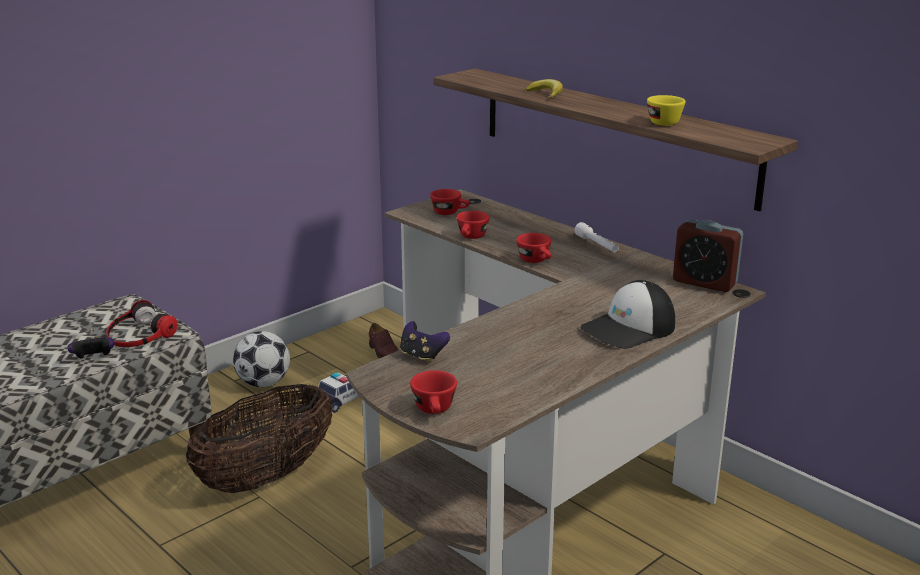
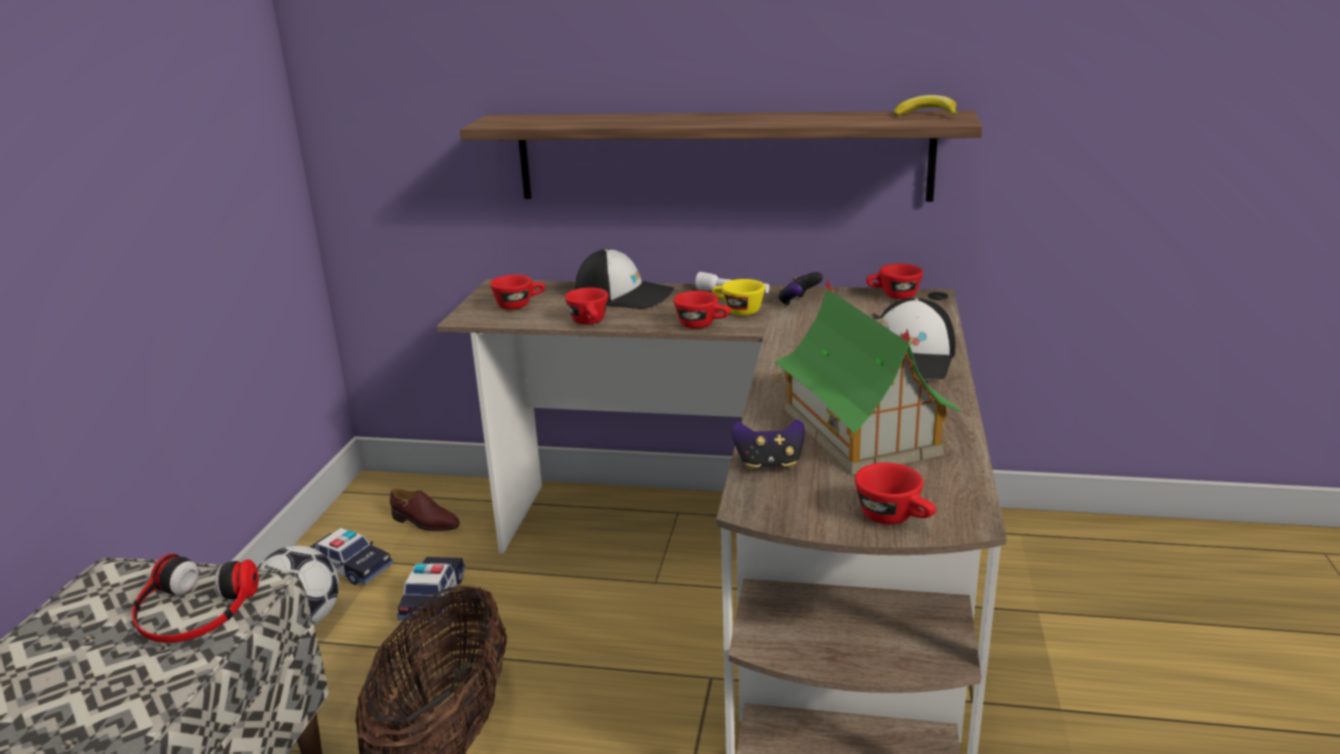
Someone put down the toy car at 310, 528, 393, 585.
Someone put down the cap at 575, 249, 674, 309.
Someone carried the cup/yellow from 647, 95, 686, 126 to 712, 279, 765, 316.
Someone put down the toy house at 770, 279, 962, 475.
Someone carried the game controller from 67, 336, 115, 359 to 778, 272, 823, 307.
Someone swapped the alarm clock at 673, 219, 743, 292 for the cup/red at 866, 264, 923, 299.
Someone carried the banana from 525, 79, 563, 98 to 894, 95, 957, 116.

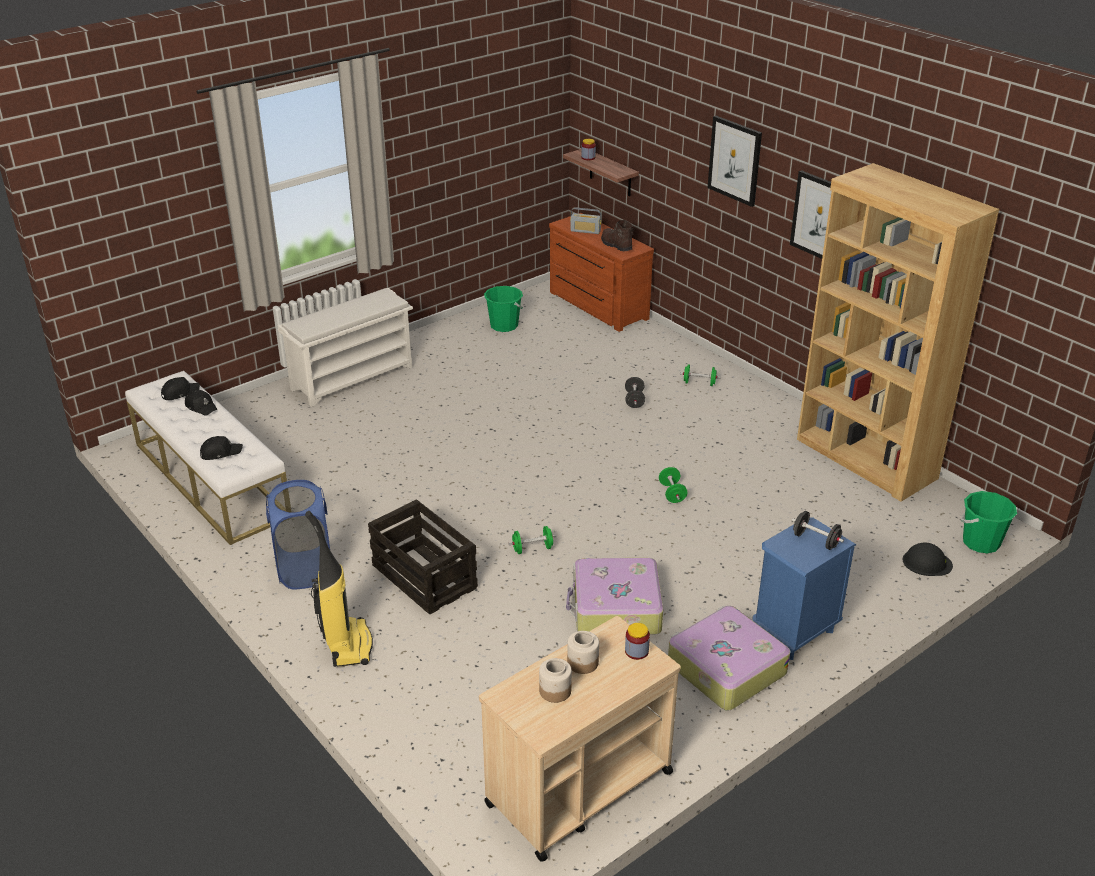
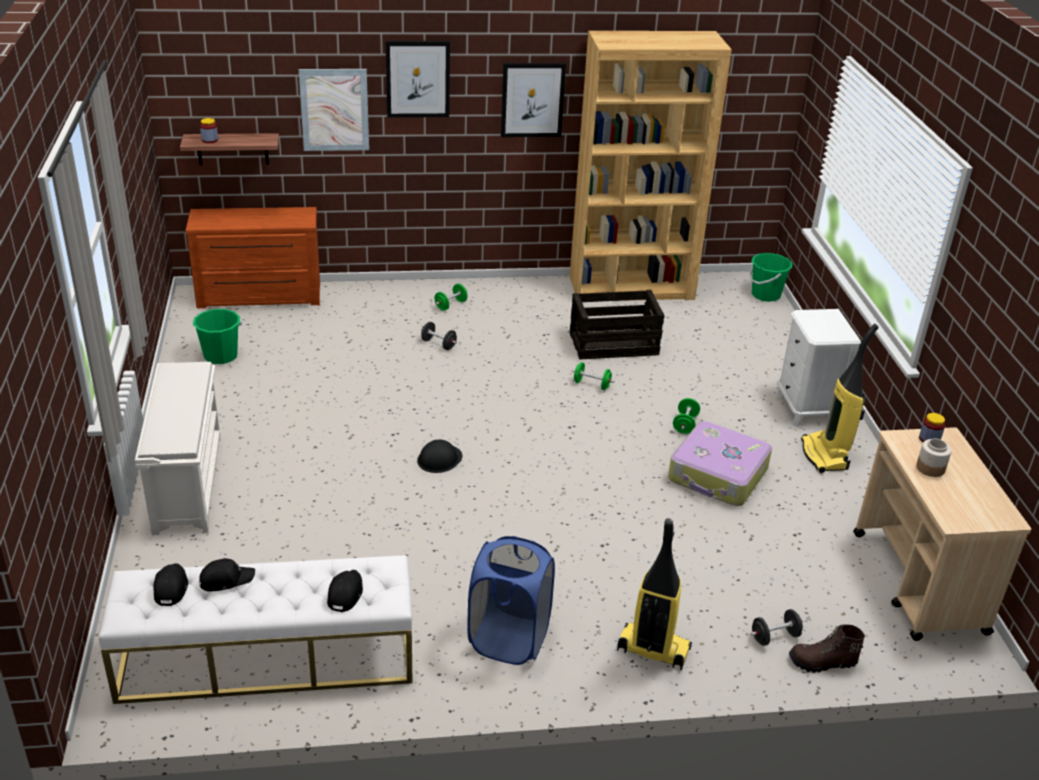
Someone put up the picture at 299, 69, 369, 151.
Someone carried the hard hat/black from 903, 543, 953, 576 to 417, 439, 462, 473.
Someone carried the crate from 368, 499, 478, 614 to 570, 290, 665, 360.
Someone carried the dumbbell/green from 508, 526, 557, 554 to 673, 398, 700, 434.
Someone carried the dumbbell/black from 792, 511, 844, 550 to 751, 609, 803, 646.
Someone repainted the nightstand/blue at 753, 517, 856, 660, which became the nightstand/white at 777, 309, 861, 427.
Someone carried the boot/brown from 601, 220, 634, 252 to 789, 624, 865, 673.
Someone swapped the suitcase at 668, 606, 791, 710 for the vacuum cleaner at 801, 324, 879, 473.
Someone took away the jar at 539, 658, 572, 703.
Someone took away the radio at 570, 207, 602, 234.

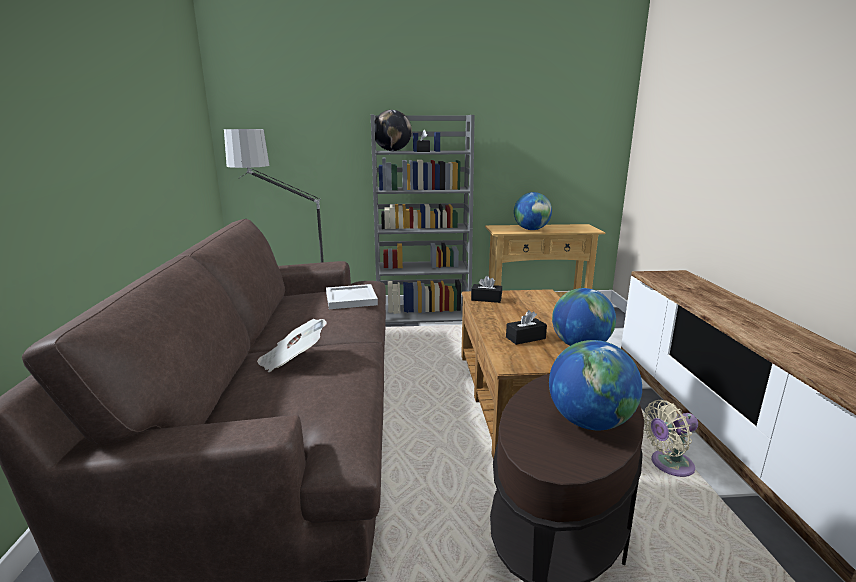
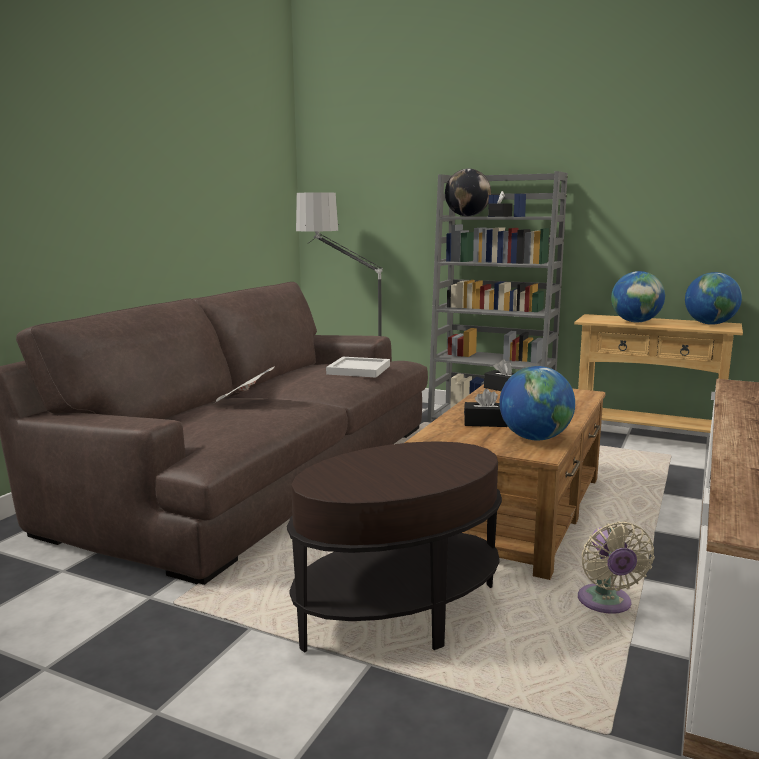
Someone rotated the fan/beige at 643, 400, 698, 477 by 105 degrees counterclockwise.
Someone carried the globe from 549, 340, 642, 430 to 685, 272, 742, 325.

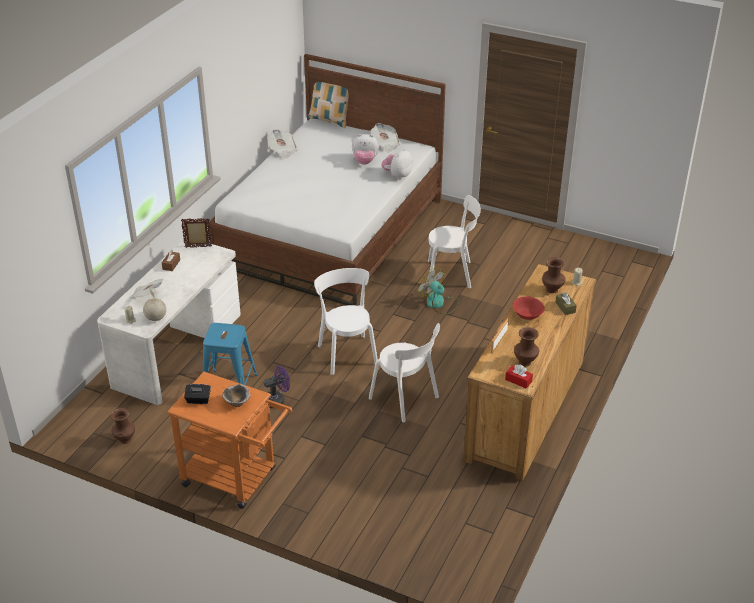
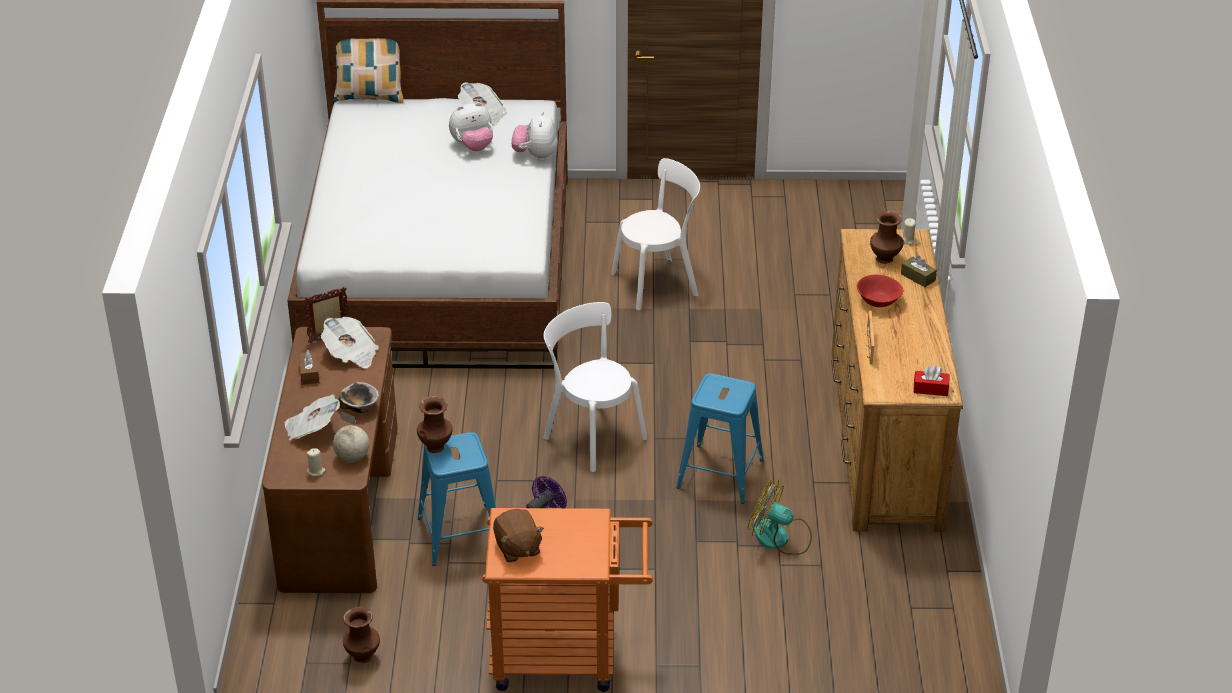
Someone repainted the desk/white at 97, 239, 241, 405, which became the desk/brown at 262, 327, 398, 593.
Someone carried the newspaper from 267, 129, 298, 159 to 321, 317, 379, 369.
Someone carried the bowl from 222, 384, 250, 407 to 338, 382, 379, 413.
Someone carried the vase/brown from 514, 327, 539, 366 to 417, 396, 453, 453.
Someone swapped the tissue box/black at 184, 384, 211, 404 for the plush toy/brown at 493, 509, 544, 562.
Someone swapped the chair/white at 369, 323, 440, 423 for the stool/blue at 676, 373, 764, 504.
Someone carried the fan from 417, 267, 459, 314 to 748, 479, 812, 555.

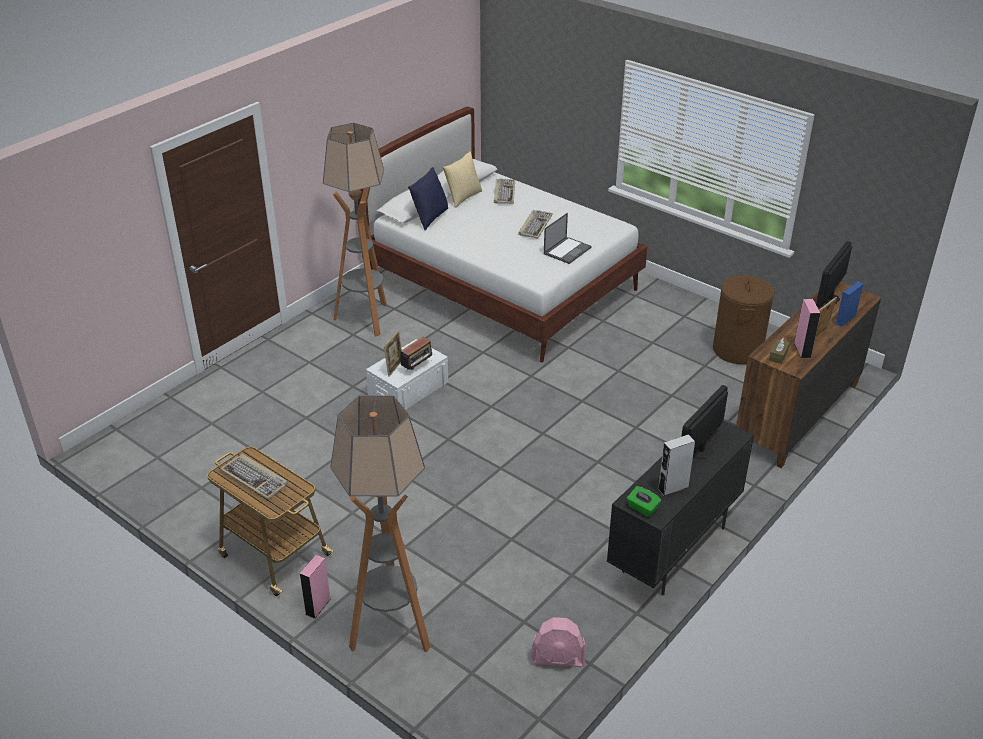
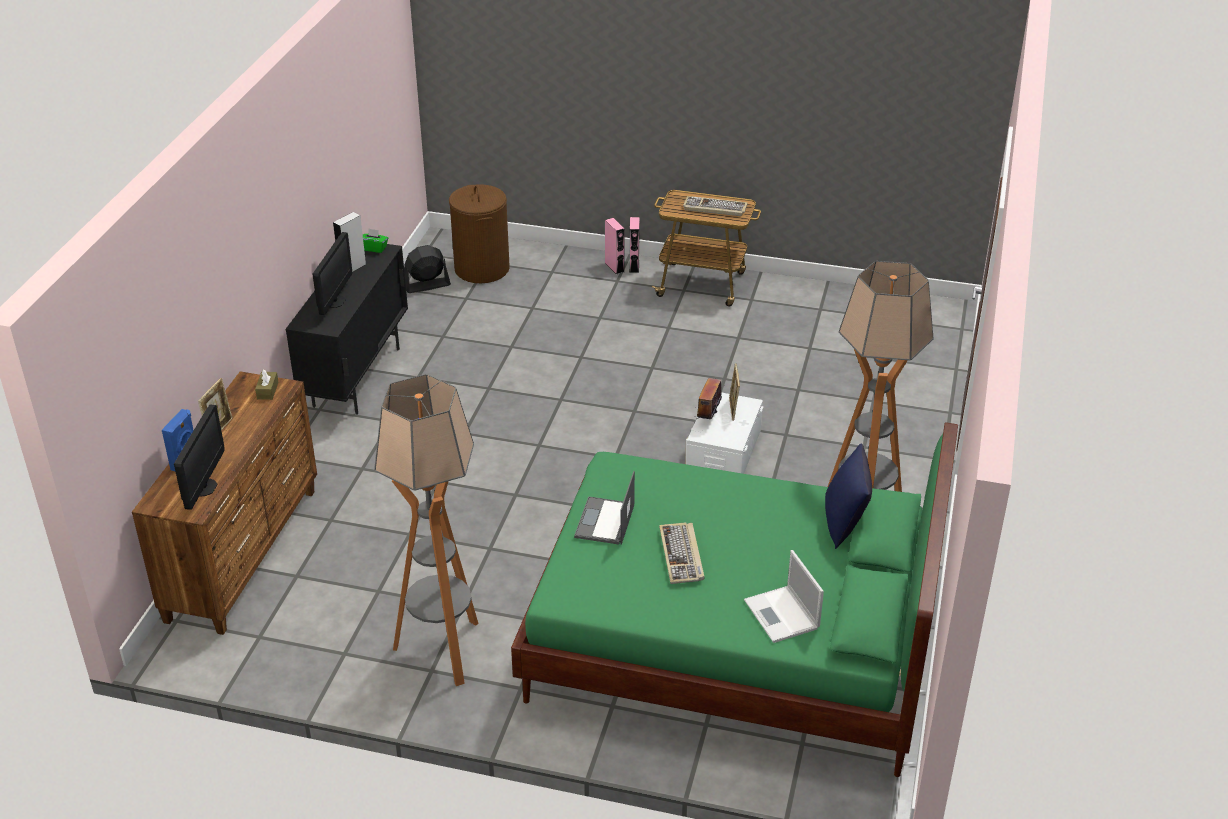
Someone carried the floor lamp from 330, 395, 431, 652 to 374, 374, 478, 686.
Someone repainted the fan/pink at 531, 617, 586, 667, which became the fan/black at 404, 245, 451, 293.
Someone carried the laundry basket/brown from 713, 274, 775, 364 to 449, 184, 510, 283.
Someone repainted the bed/white at 358, 106, 648, 362, which became the bed/green at 511, 422, 958, 777.
Someone carried the speaker/pink from 794, 299, 821, 358 to 605, 218, 625, 274.
Someone swapped the keyboard at 494, 179, 515, 204 for the laptop at 744, 550, 824, 643.
Someone took away the pillow at 443, 151, 482, 208.

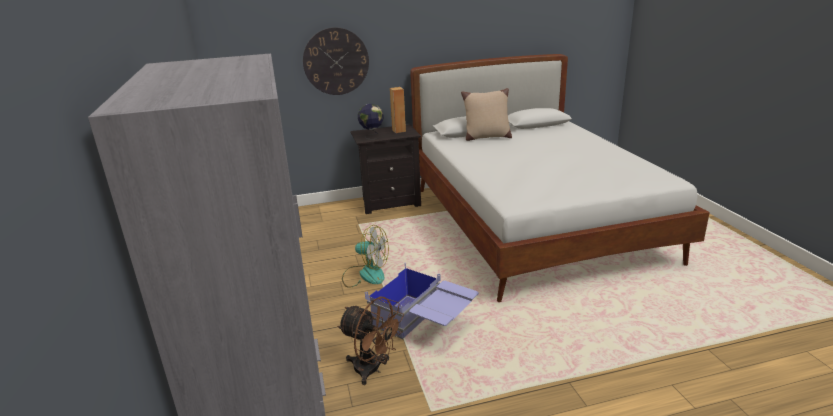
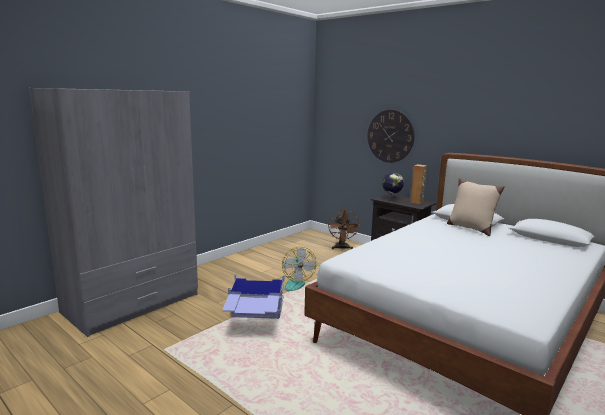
Someone carried the fan/brown from 337, 297, 404, 385 to 328, 210, 360, 250.

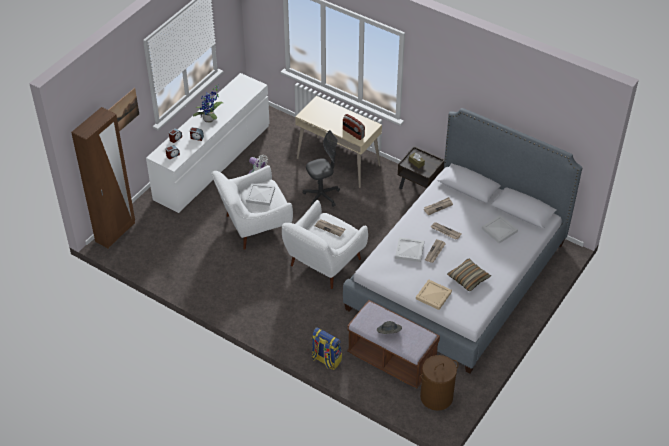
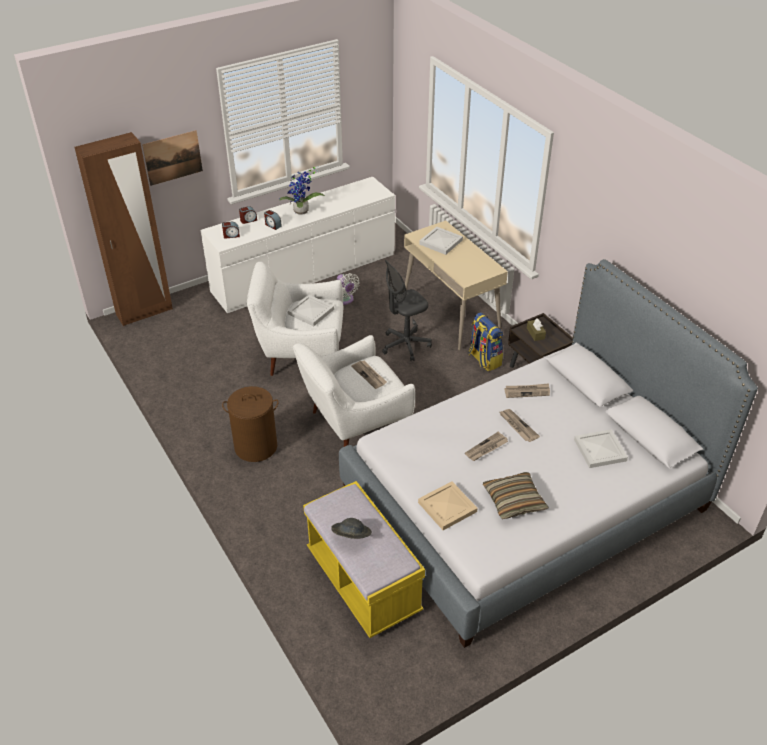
Someone carried the laundry basket/brown from 420, 355, 458, 411 to 222, 386, 279, 462.
Someone repainted the bench/brown at 347, 300, 440, 388, which became the bench/yellow at 303, 481, 425, 638.
Someone rotated the office chair/grey at 303, 130, 340, 207 by 150 degrees clockwise.
Someone carried the tray/white from 395, 237, 424, 262 to 419, 227, 463, 255.
Someone carried the backpack from 312, 327, 342, 370 to 468, 312, 503, 371.
Someone took away the radio at 343, 114, 365, 140.

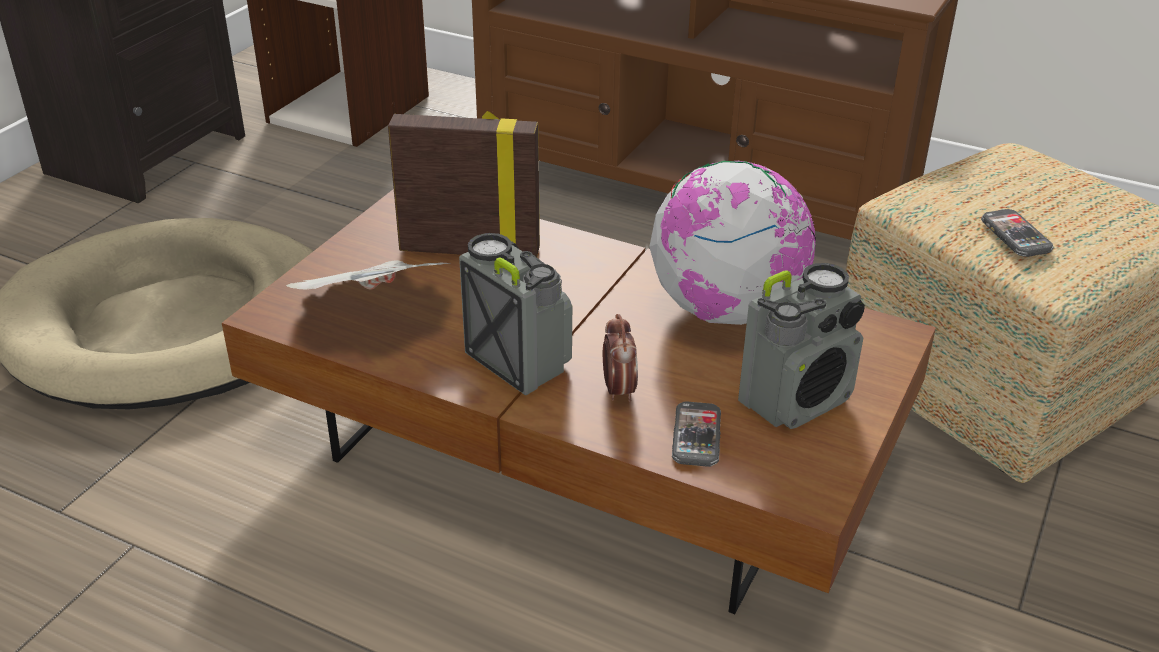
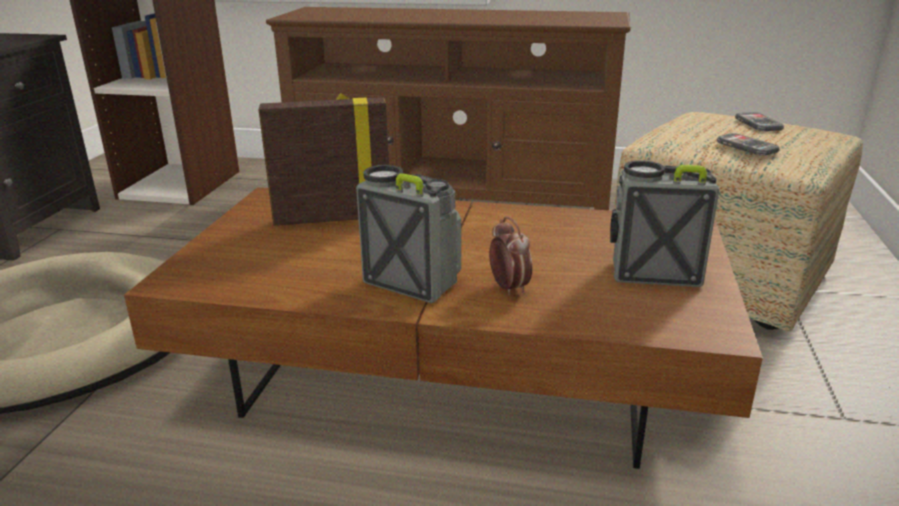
Someone rotated the radio at 738, 263, 865, 429 by 120 degrees counterclockwise.
Someone carried the phone from 672, 401, 721, 467 to 735, 112, 784, 131.
Someone took away the newspaper at 286, 260, 450, 290.
Someone took away the globe at 649, 161, 816, 325.

